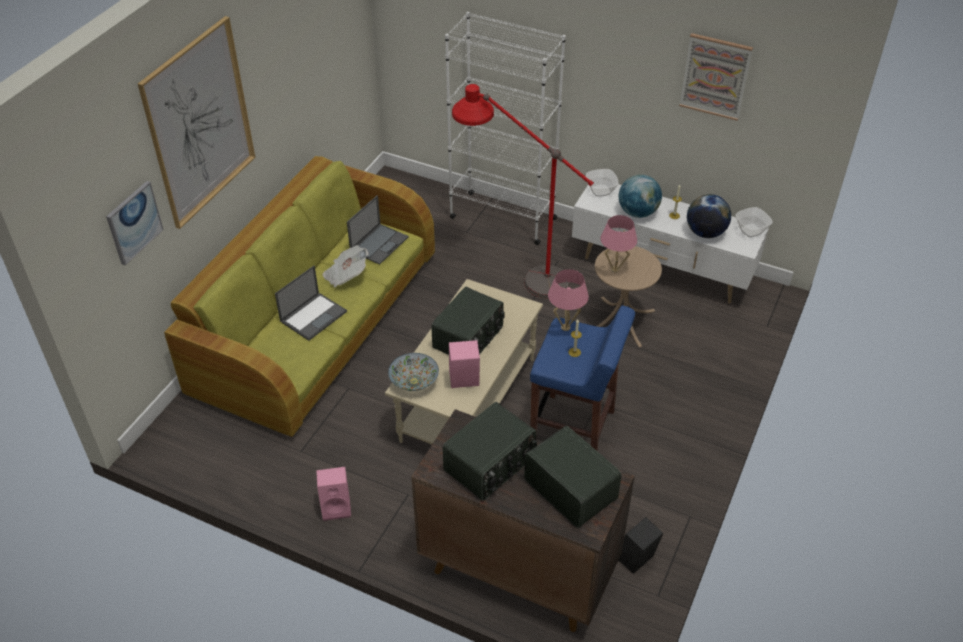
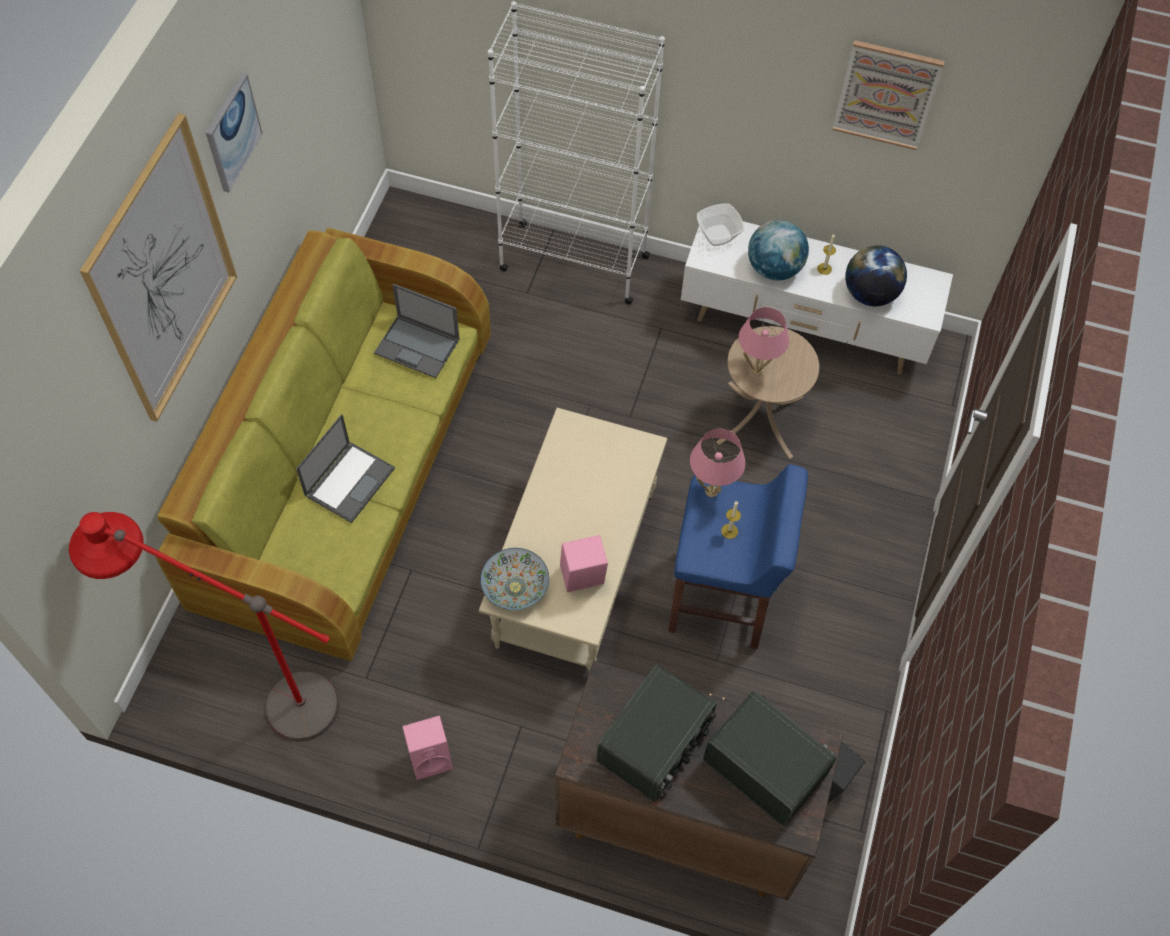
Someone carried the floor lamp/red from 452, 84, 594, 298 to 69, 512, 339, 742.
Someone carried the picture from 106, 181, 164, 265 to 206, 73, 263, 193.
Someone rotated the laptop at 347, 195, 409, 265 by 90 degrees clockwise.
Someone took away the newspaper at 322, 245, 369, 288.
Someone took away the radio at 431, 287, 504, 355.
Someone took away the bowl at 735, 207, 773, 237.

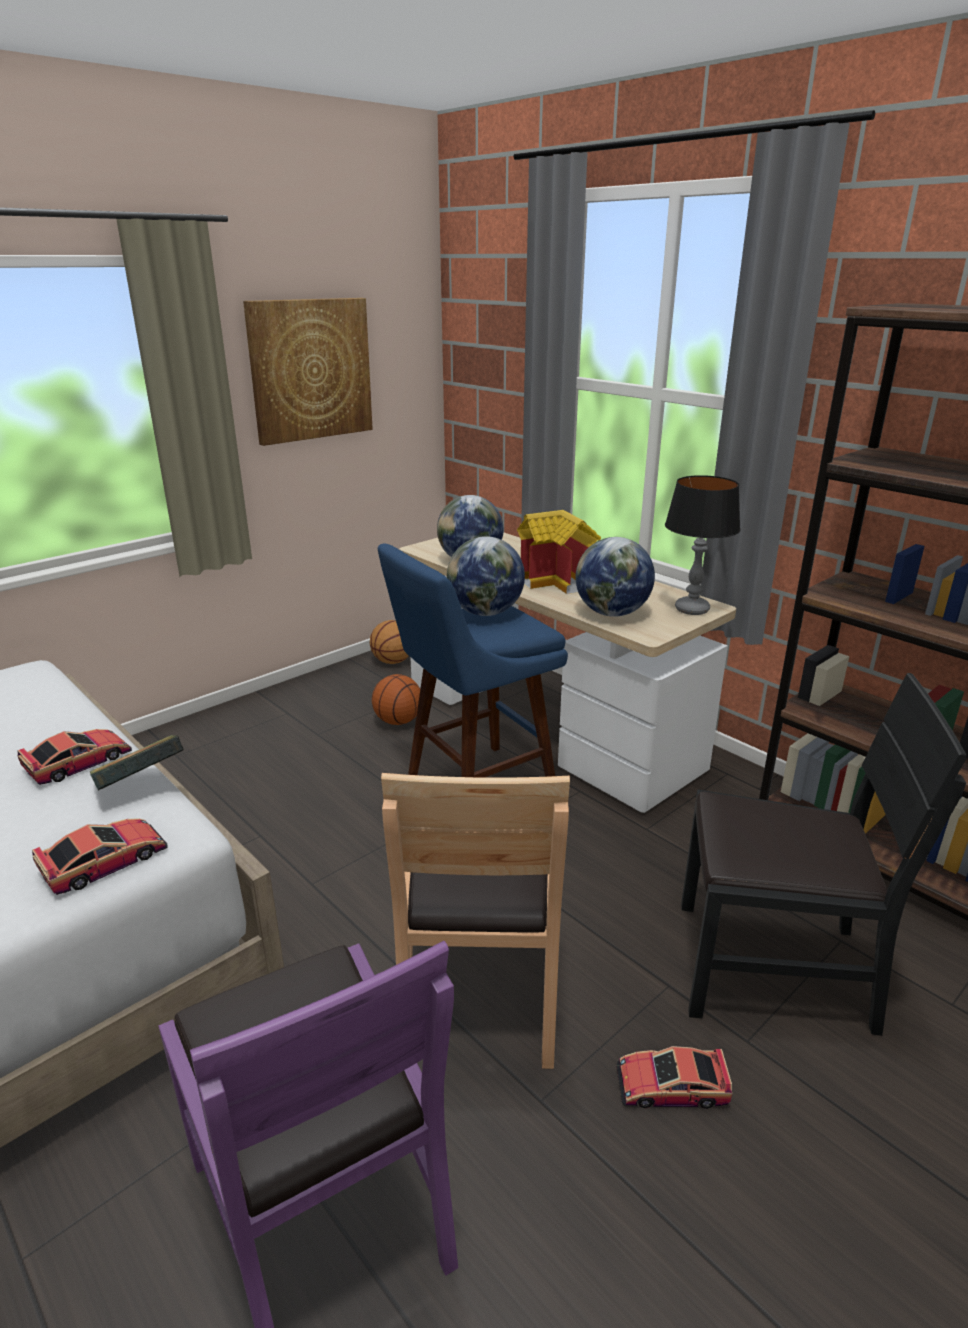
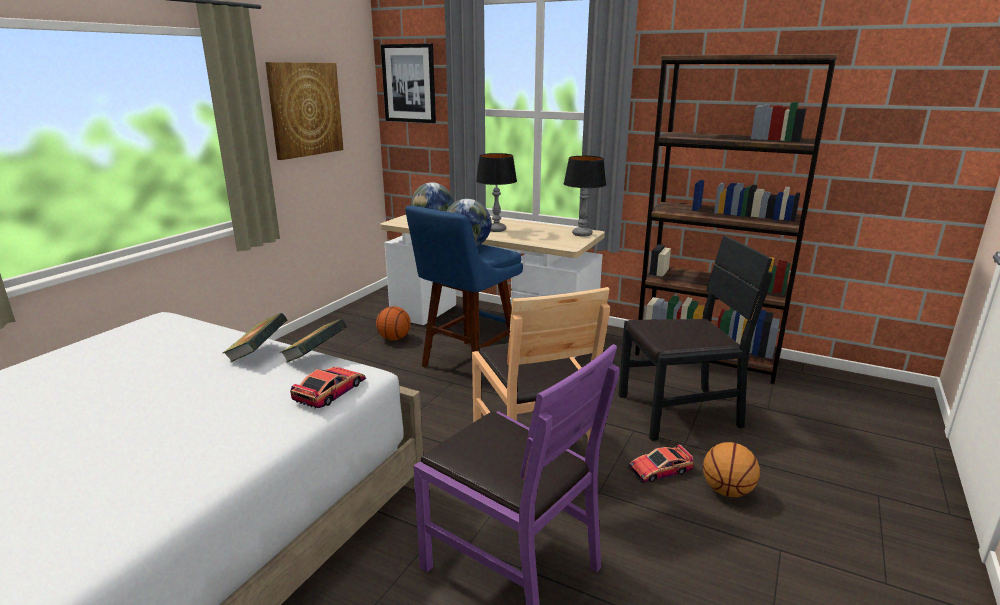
Someone swapped the toy car at 17, 729, 132, 785 for the book at 223, 313, 287, 362.
Someone put up the picture at 381, 43, 436, 123.
Someone swapped the toy house at 517, 510, 601, 594 for the table lamp at 476, 153, 517, 232.
Someone carried the basketball from 370, 620, 409, 664 to 703, 442, 760, 497.
Someone took away the globe at 575, 537, 655, 617.

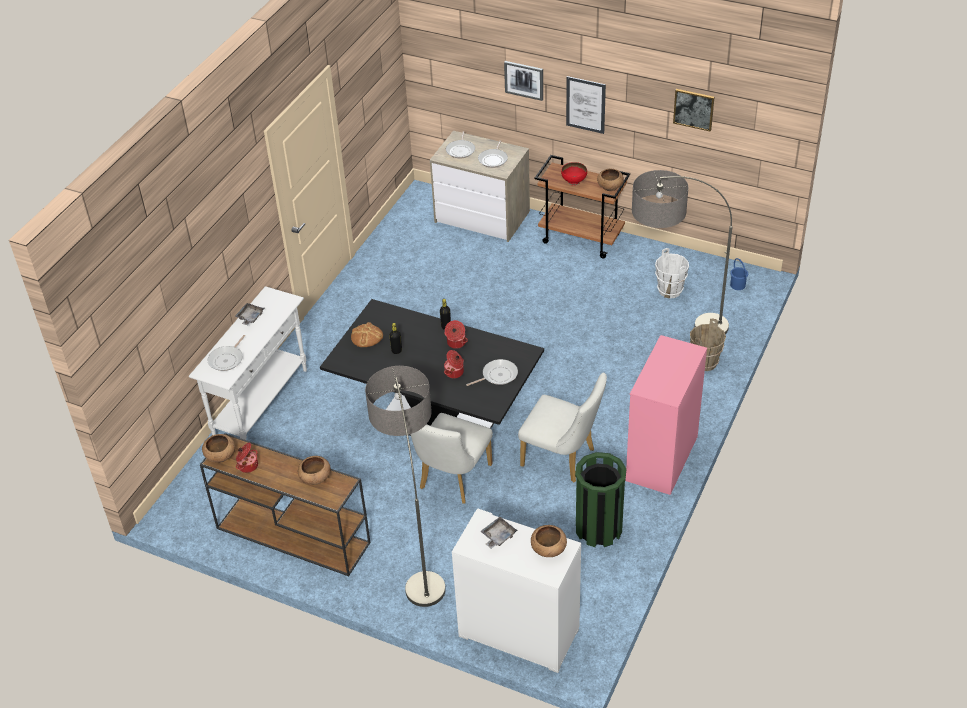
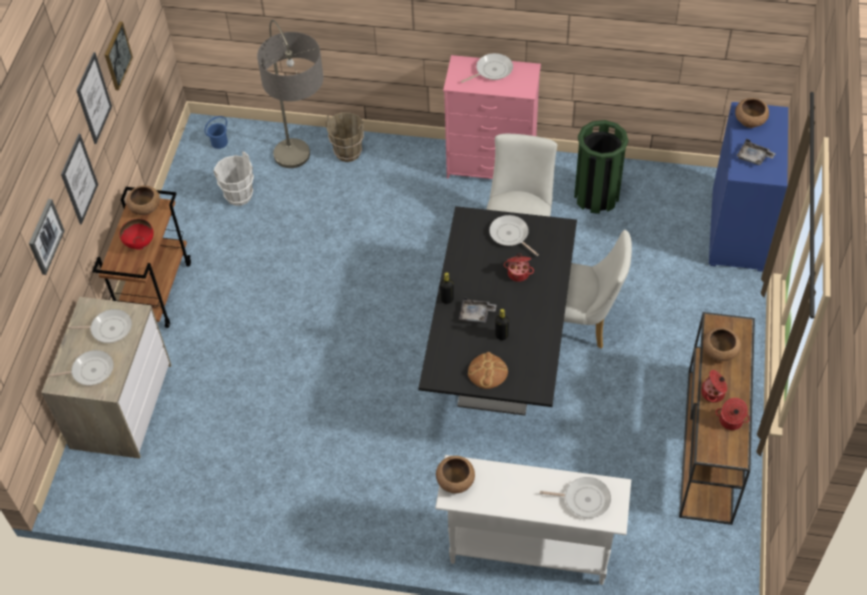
Someone put up the picture at 76, 52, 112, 144.
Someone carried the bowl/brown from 202, 434, 235, 463 to 436, 456, 475, 493.
Someone carried the tray/grey from 235, 303, 264, 325 to 459, 297, 497, 323.
Someone put down the frying pan at 461, 53, 513, 83.
Someone carried the cooking pot from 444, 320, 468, 349 to 701, 370, 727, 403.
Someone repainted the cabinet/white at 452, 508, 581, 673, which became the cabinet/blue at 709, 102, 788, 272.
Someone took away the floor lamp at 365, 366, 446, 607.

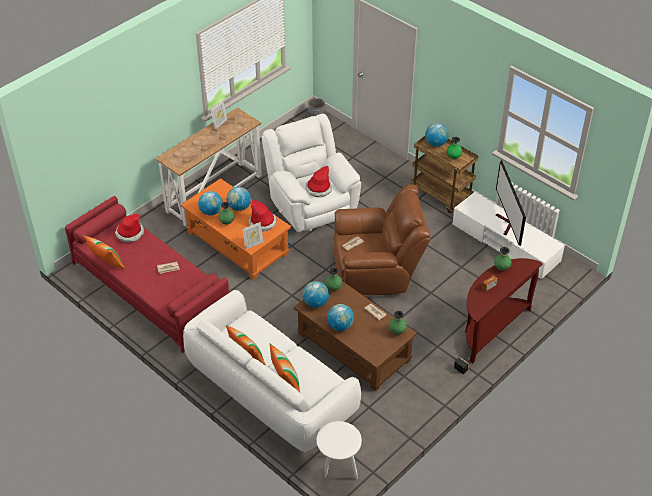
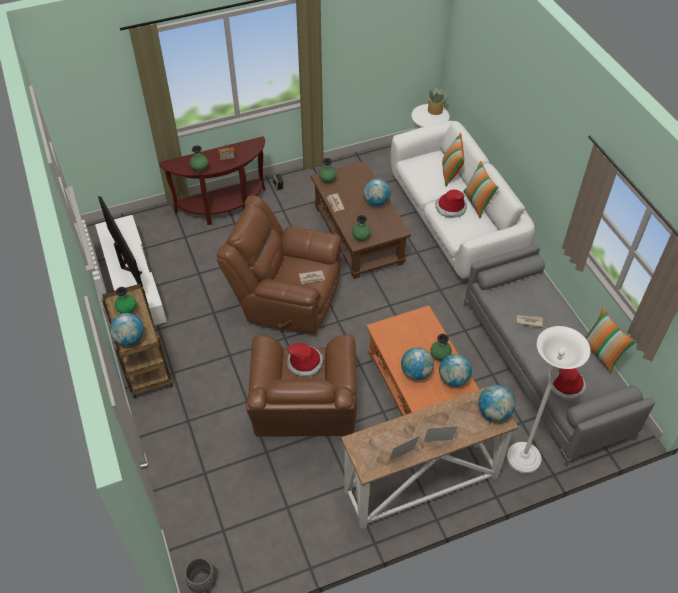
Someone rotated the television at 495, 160, 526, 246 by 45 degrees counterclockwise.
Someone repainted the armchair/white at 262, 114, 361, 232, which became the armchair/brown at 246, 335, 357, 437.
Someone carried the picture frame from 242, 222, 263, 249 to 424, 426, 458, 442.
Someone put down the potted plant at 428, 87, 447, 115.
Someone carried the hat from 249, 200, 277, 231 to 436, 190, 467, 218.
Someone repainted the sofa/red at 65, 196, 229, 353, which became the sofa/grey at 464, 244, 655, 467.
Someone carried the globe from 303, 281, 329, 308 to 478, 385, 515, 421.
Someone put down the floor lamp/white at 507, 326, 590, 474.

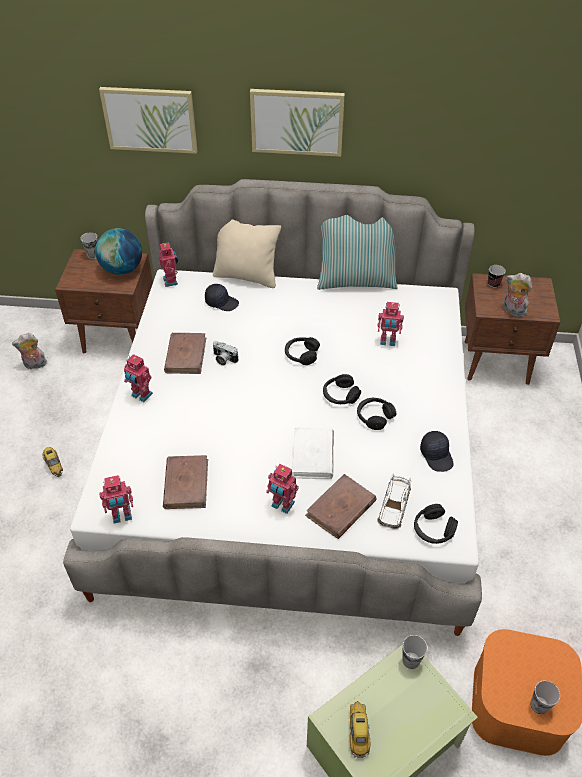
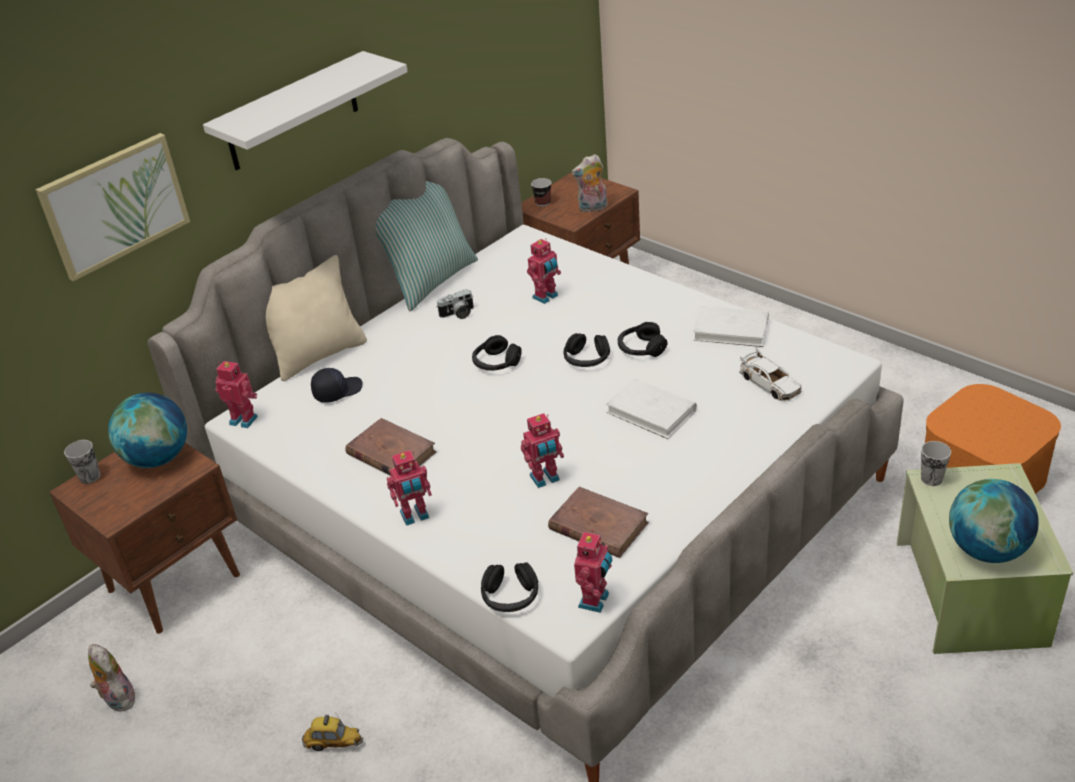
Someone rotated the plush toy at 12, 333, 47, 369 by 120 degrees clockwise.
Someone swapped the picture at 250, 89, 345, 157 for the shelf/white at 203, 51, 408, 170.
Someone carried the photo camera from 213, 341, 238, 366 to 437, 289, 474, 319.
Someone carried the headphones/black from 414, 504, 458, 544 to 481, 562, 538, 612.
Someone carried the toy robot from 266, 464, 299, 514 to 521, 413, 564, 488.
Someone swapped the cap/black at 420, 431, 453, 472 for the book/white at 693, 306, 769, 347.
Someone swapped the toy car at 349, 701, 370, 758 for the globe at 949, 479, 1039, 563.
Someone took away the book/brown at 305, 474, 377, 539.
Someone took away the cup at 530, 680, 560, 714.

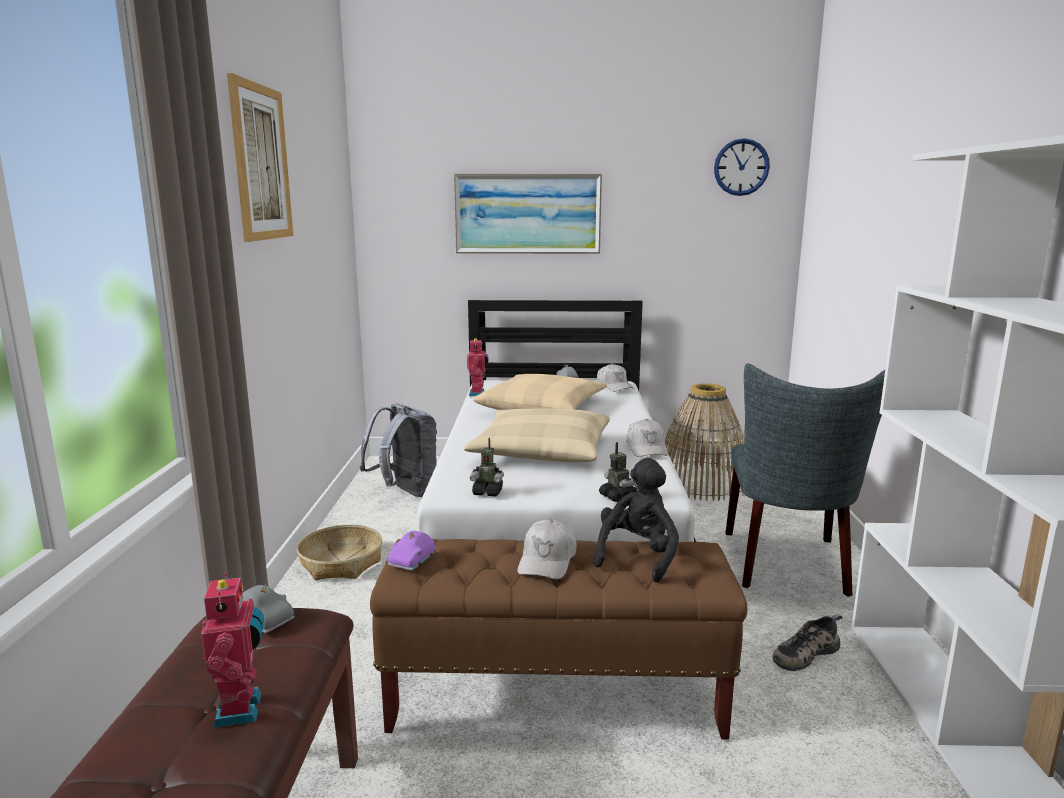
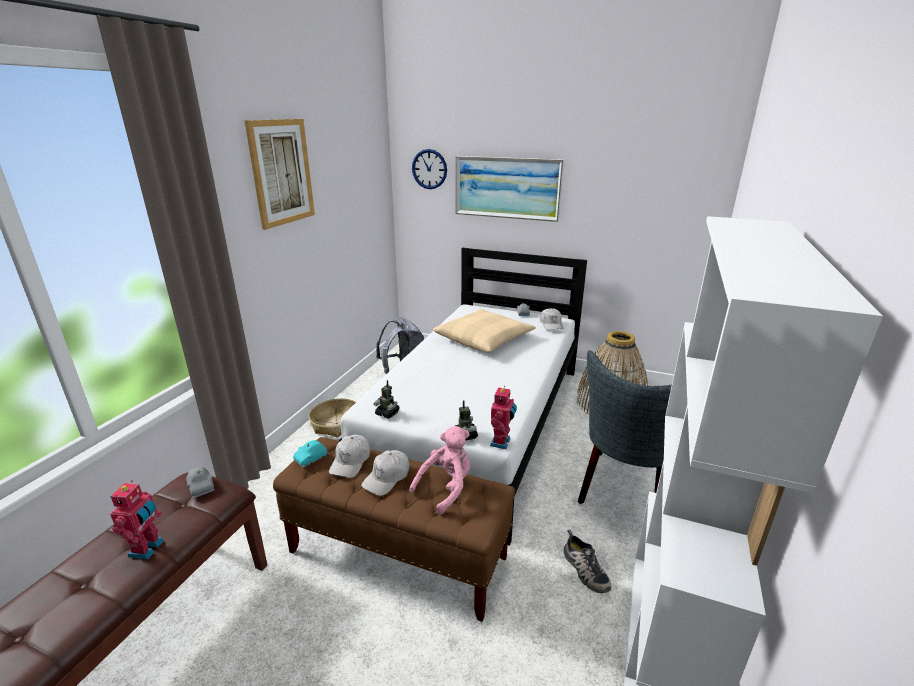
Someone repainted the toy car/purple at 388, 531, 436, 570, which became the toy car/turquoise at 293, 440, 328, 467.
Someone carried the cap/white from 626, 419, 668, 457 to 329, 435, 370, 478.
Someone repainted the plush toy/black at 593, 458, 679, 583, which became the plush toy/pink at 409, 426, 470, 515.
Someone carried the wall clock from 714, 138, 770, 196 to 412, 149, 447, 189.
Someone carried the toy robot from 467, 338, 489, 396 to 490, 386, 517, 449.
Someone rotated the shoe at 772, 614, 842, 671 by 105 degrees counterclockwise.
Someone took away the pillow/beige at 464, 409, 610, 463.

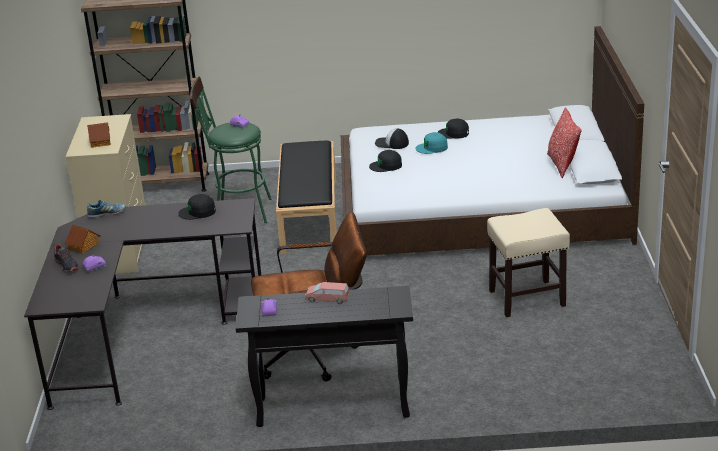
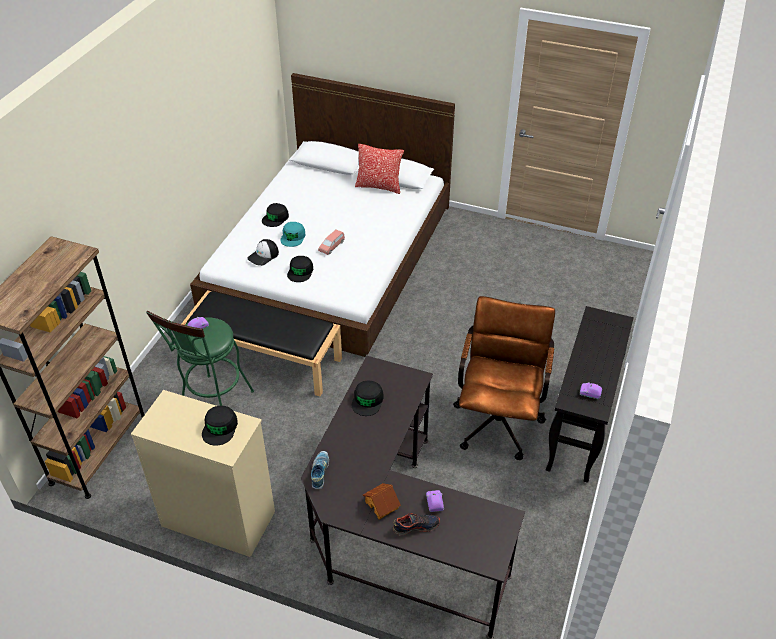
Someone swapped the toy house at 87, 122, 111, 148 for the cap/black at 202, 406, 238, 446.
Someone carried the toy car/pink from 305, 282, 349, 304 to 318, 230, 345, 255.
Someone took away the stool/beige at 487, 208, 570, 317.

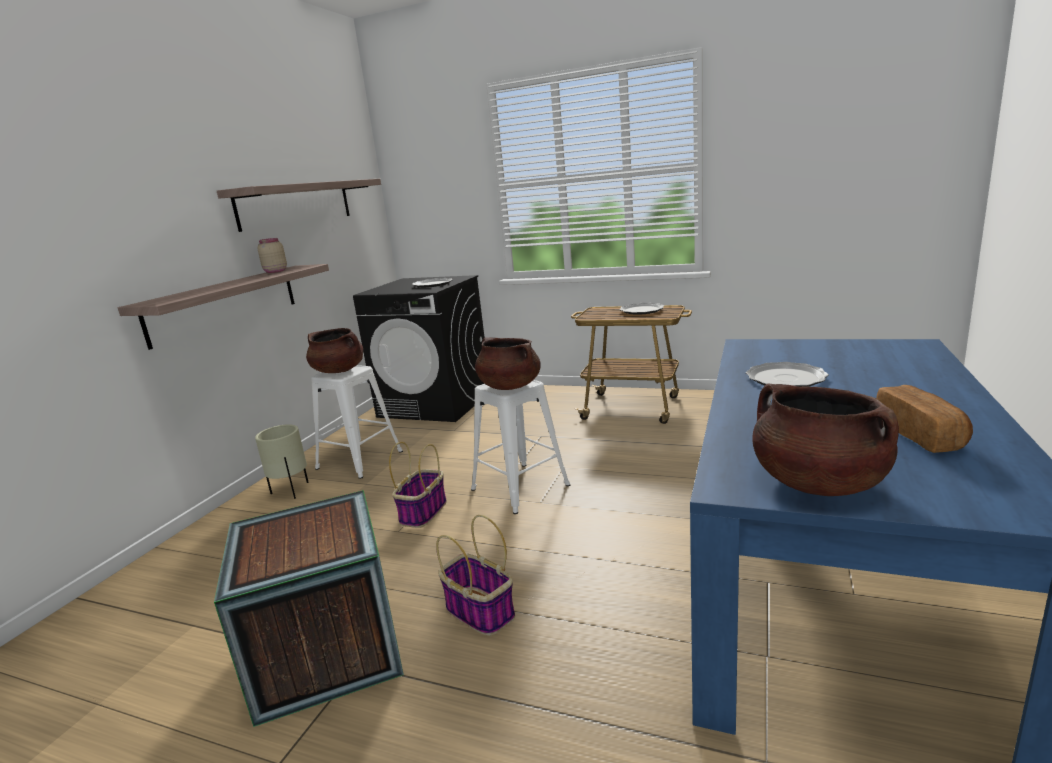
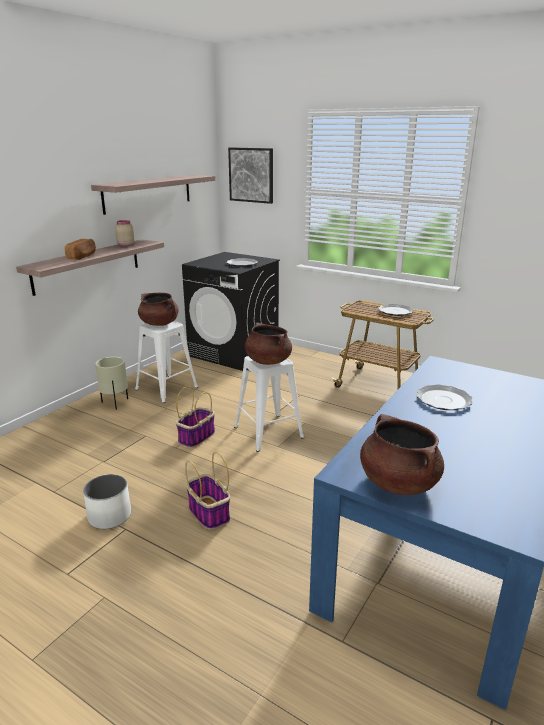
Someone carried the bread from 876, 385, 973, 453 to 65, 239, 96, 260.
Someone swapped the crate at 214, 490, 404, 727 for the planter/white at 83, 474, 131, 529.
Someone put up the picture at 228, 148, 273, 204.

